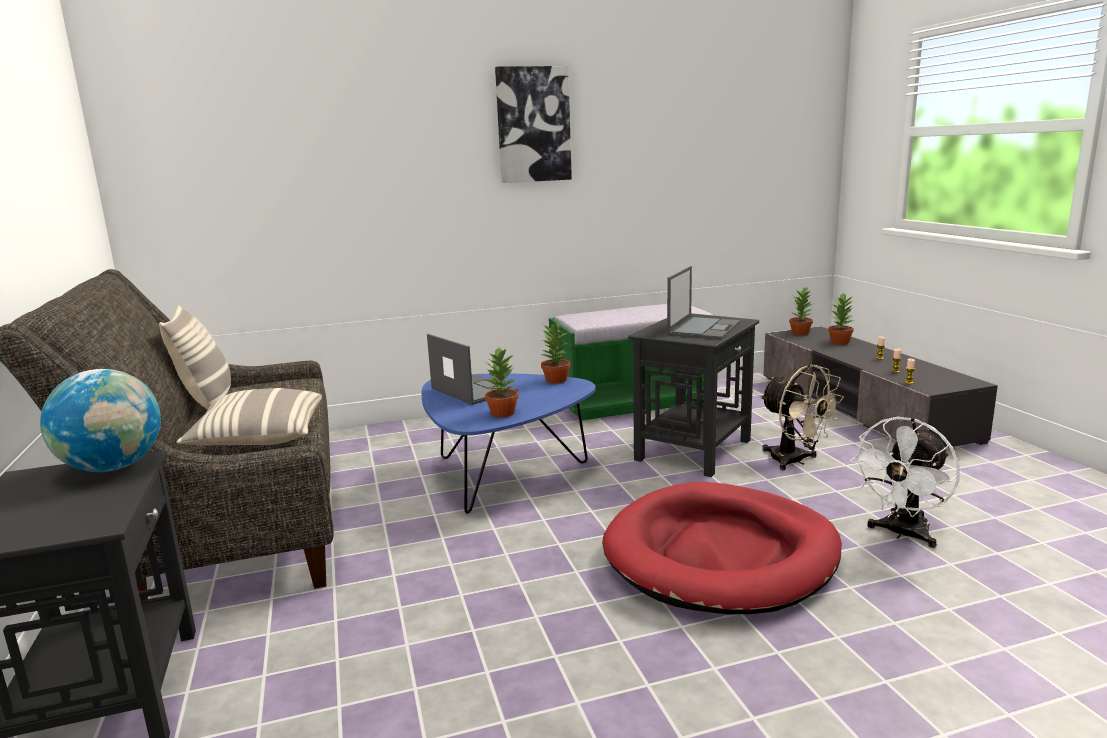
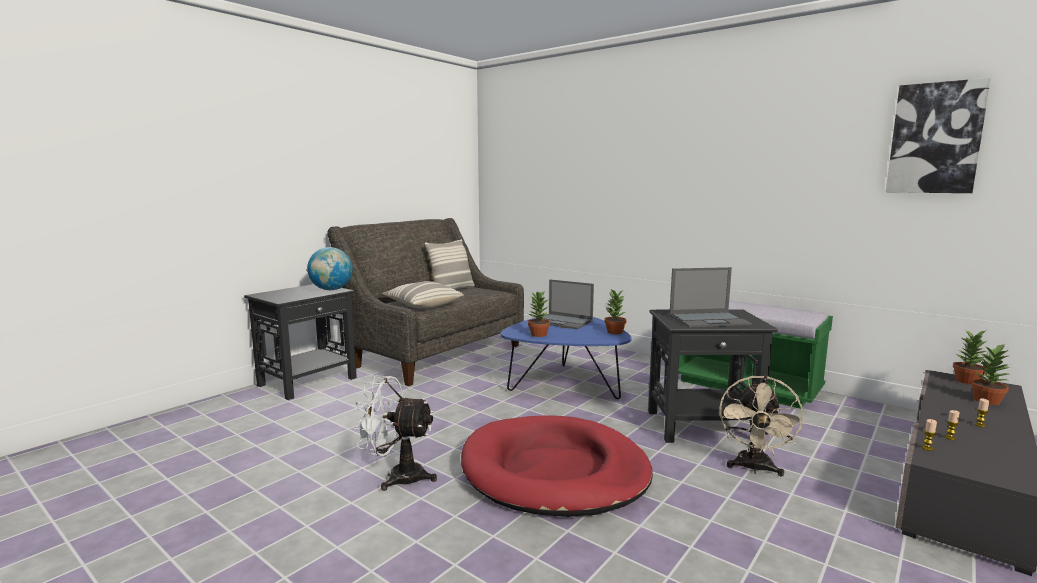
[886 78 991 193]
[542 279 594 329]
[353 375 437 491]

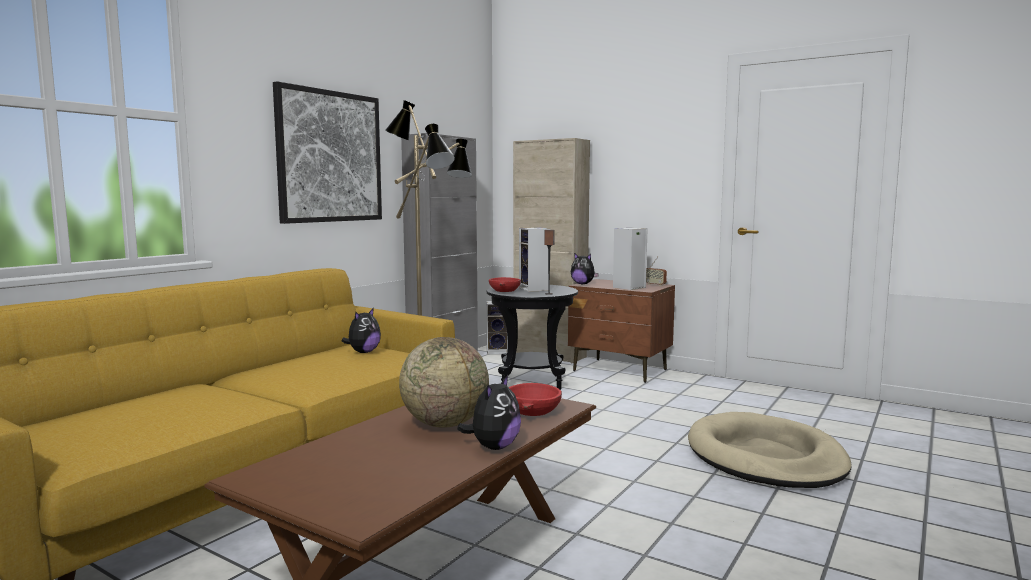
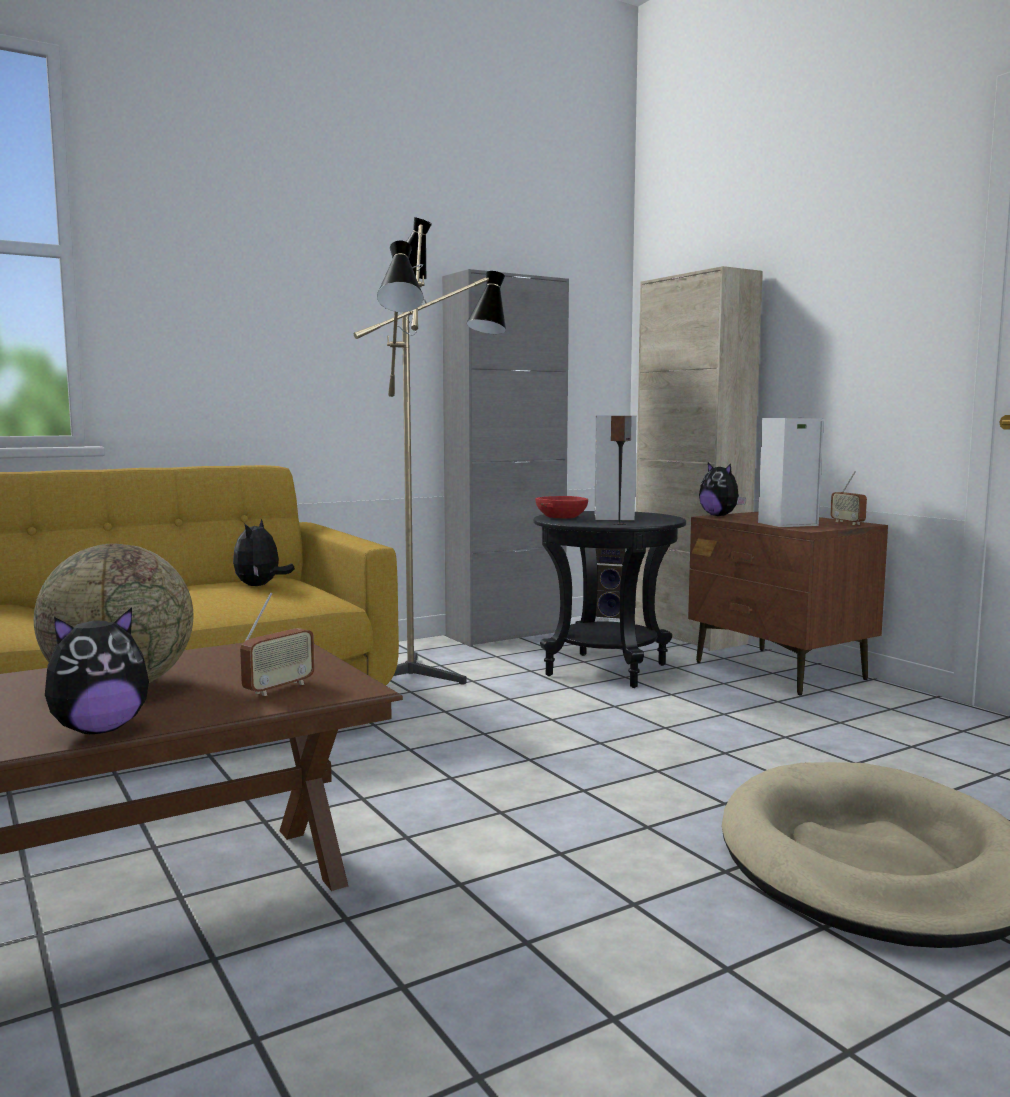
[273 81 382 224] (first image)
[233 519 295 586]
[240 592 315 696]

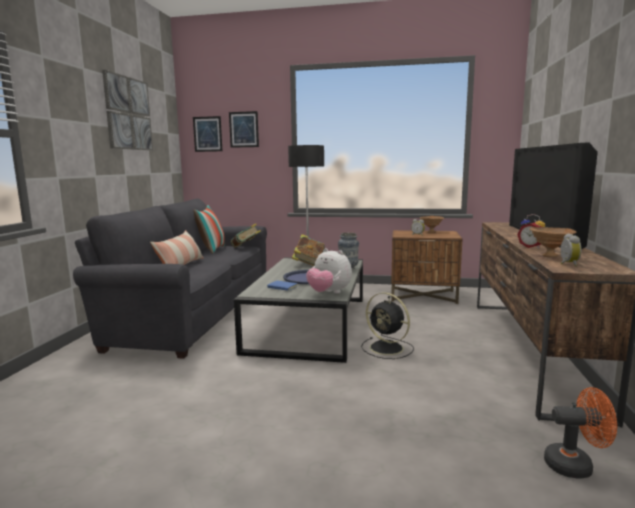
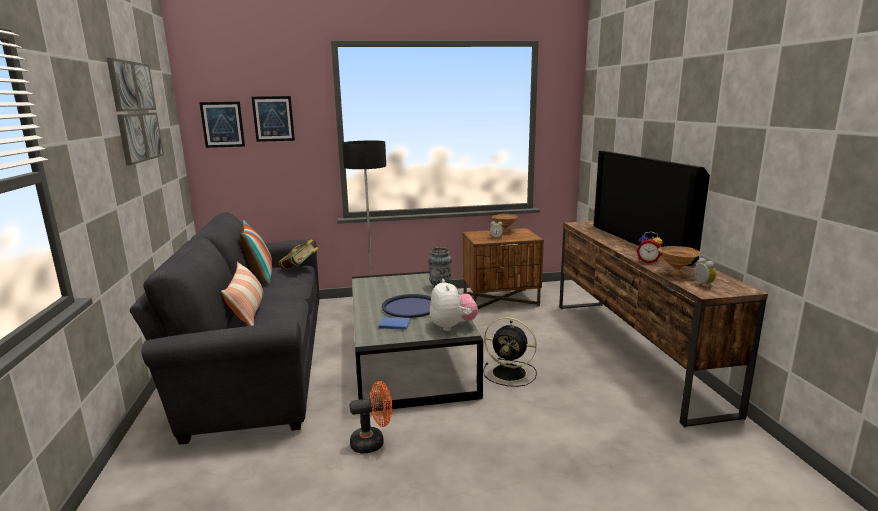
[292 234 325 266] (first image)
[430 279 478 331]
[350 381 392 454]

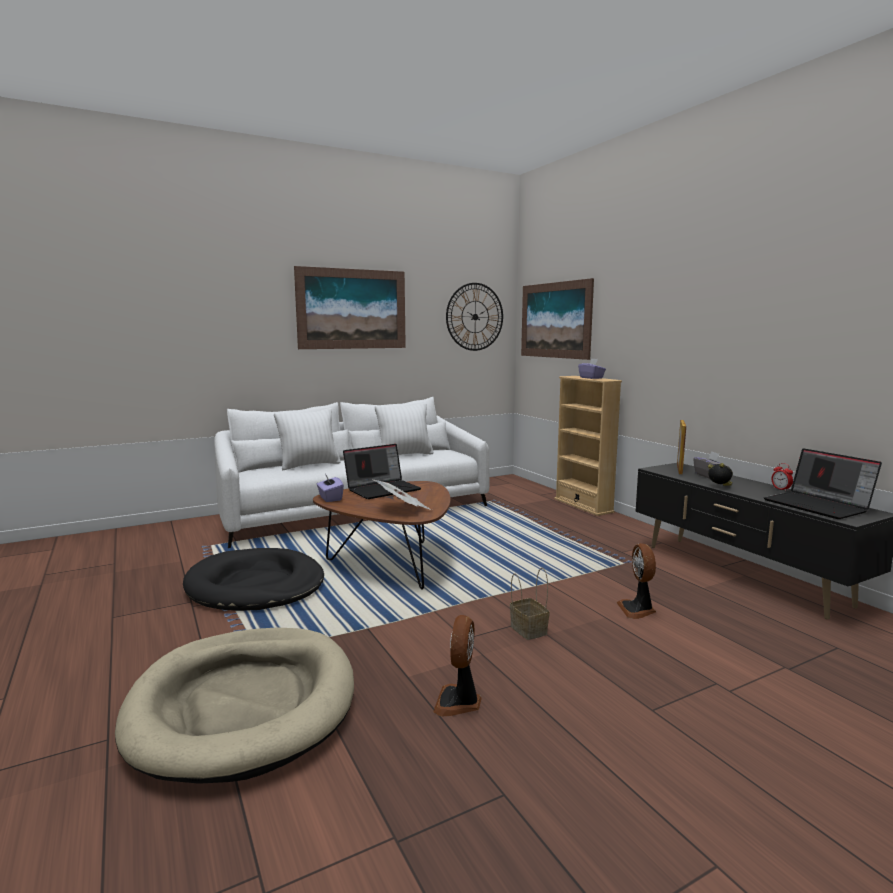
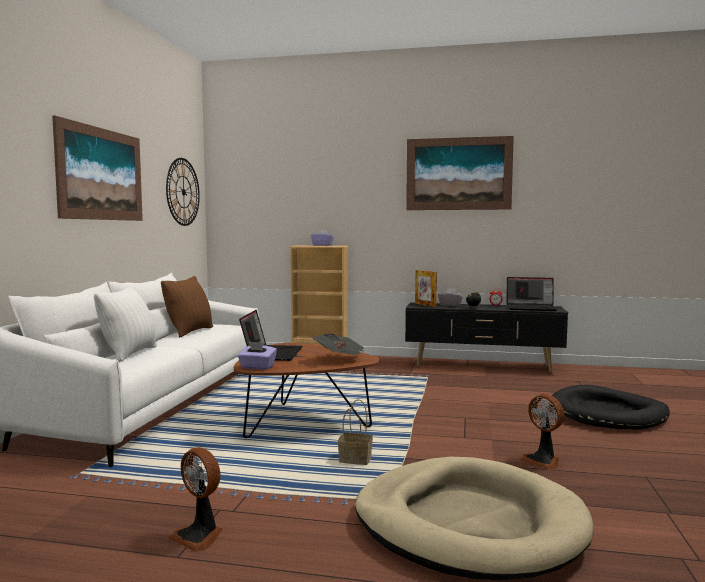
[406 136 514 210]
[161 276 213 337]
[169 447 223 552]
[549 385 670 430]
[338 399 373 465]

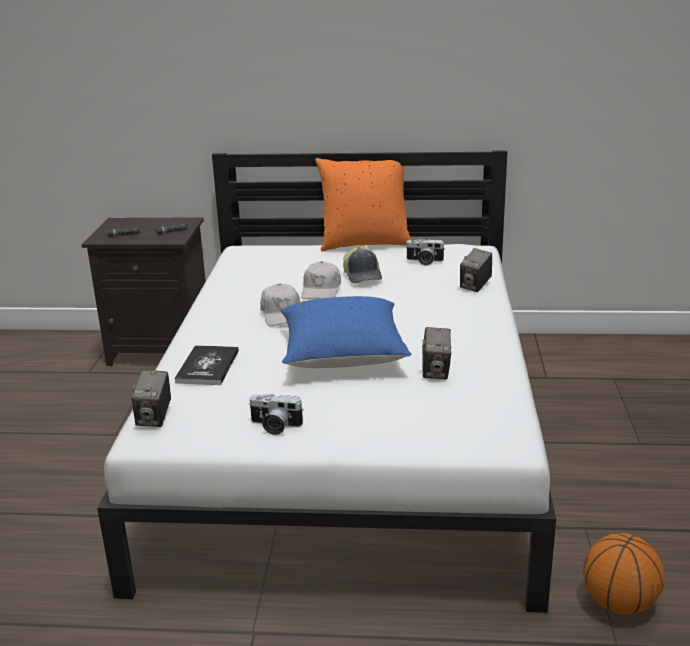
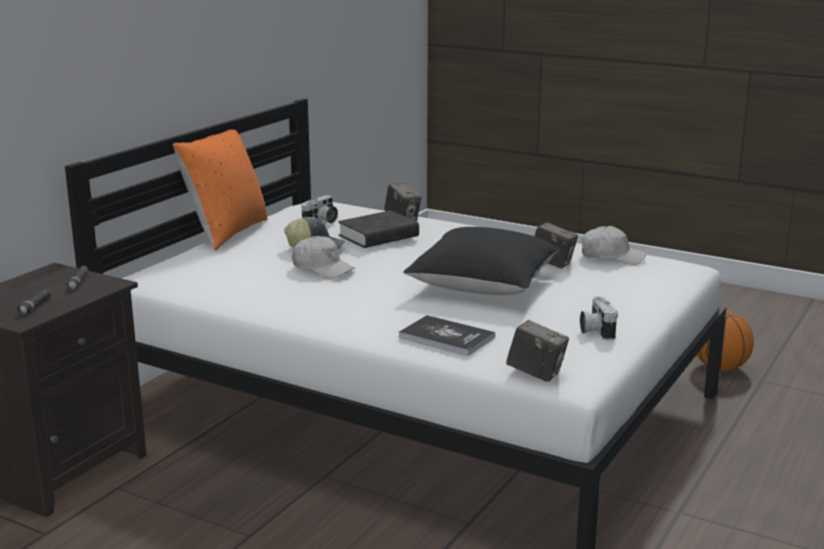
[581 226 646 265]
[403 227 560 295]
[580 296 618 341]
[338 210 419 248]

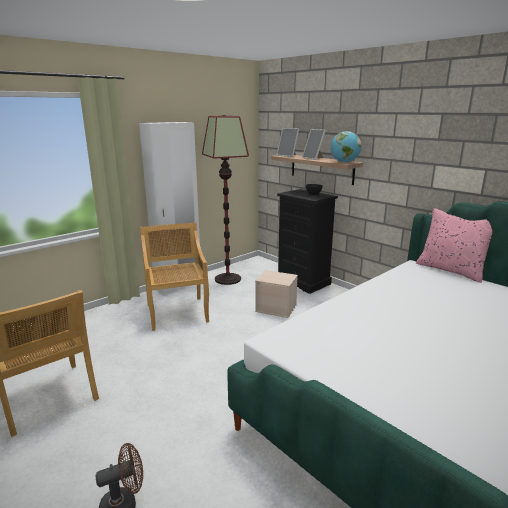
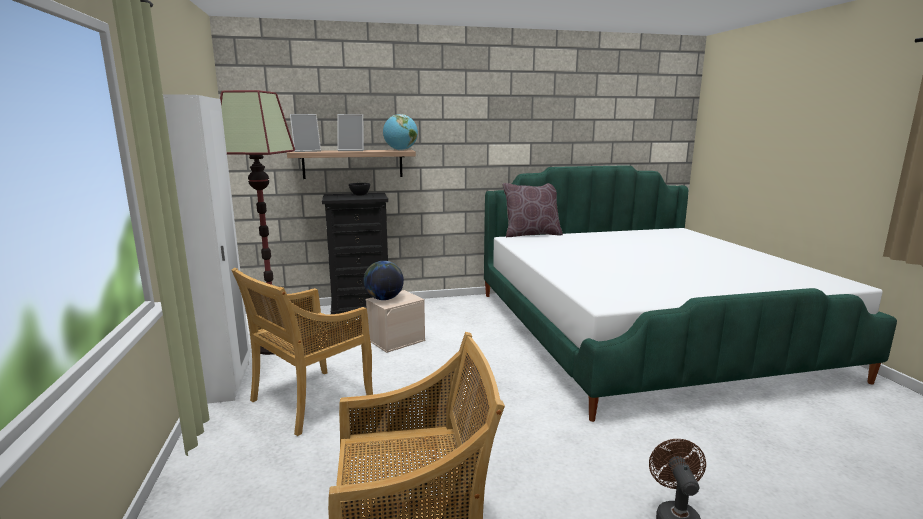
[502 183 563 237]
[231 268 373 436]
[363 261 404 300]

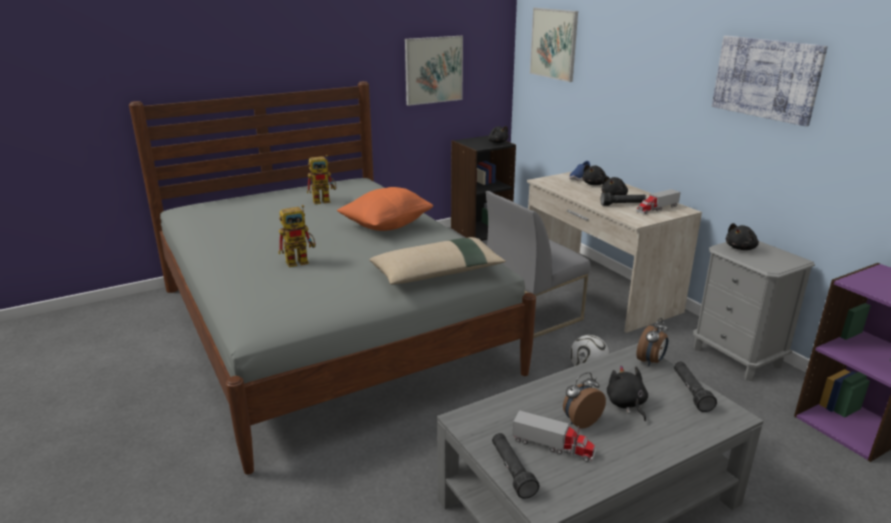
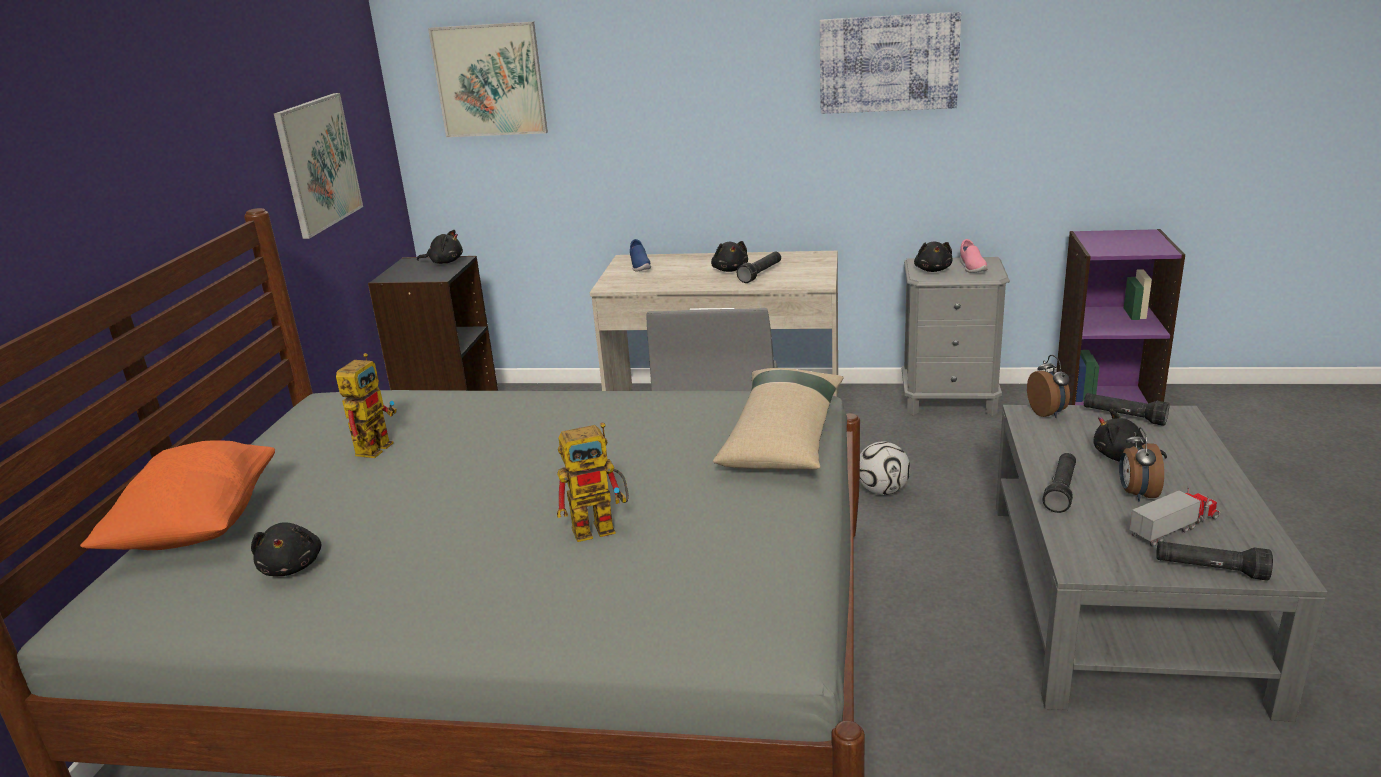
[251 522 321 576]
[80 441 275 550]
[636 189 681 214] (first image)
[557 423 629 542]
[960 239 988 273]
[1043 453 1076 513]

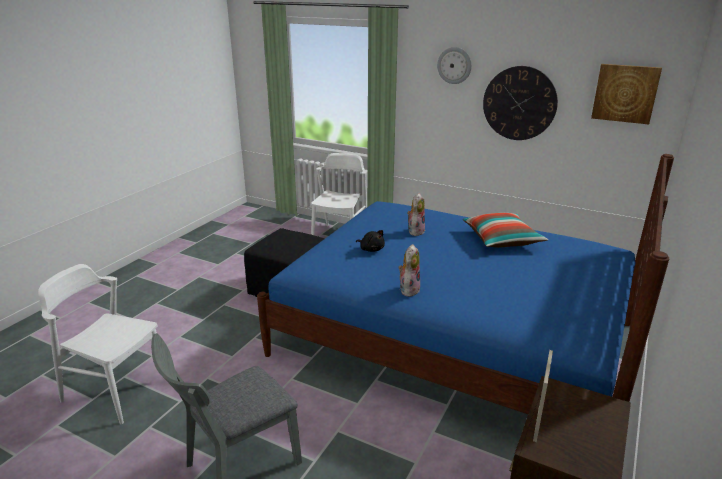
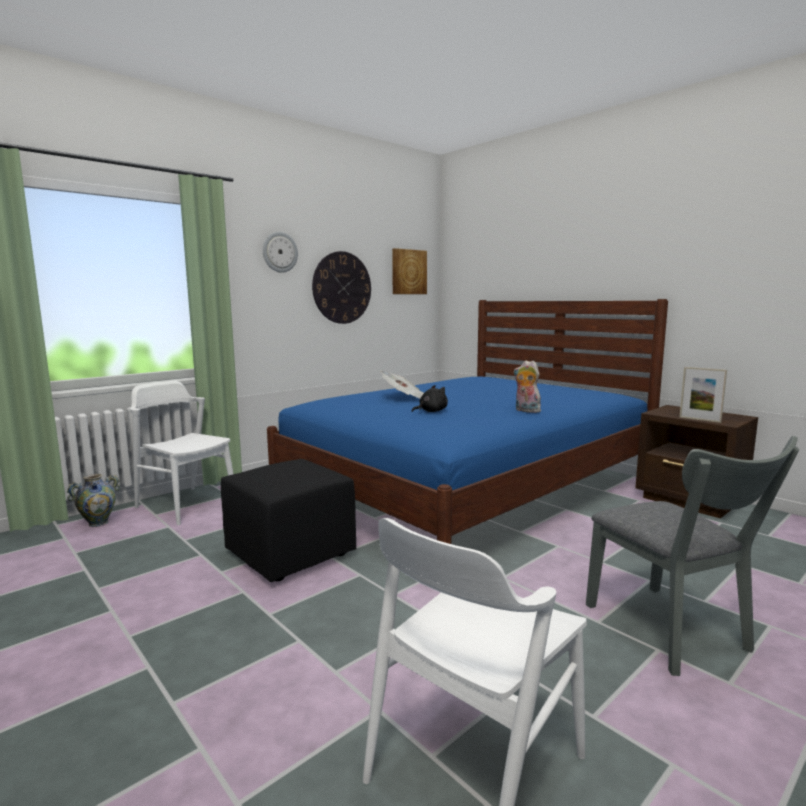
[380 371 424 399]
[463 213 548 248] (first image)
[67 474 120 527]

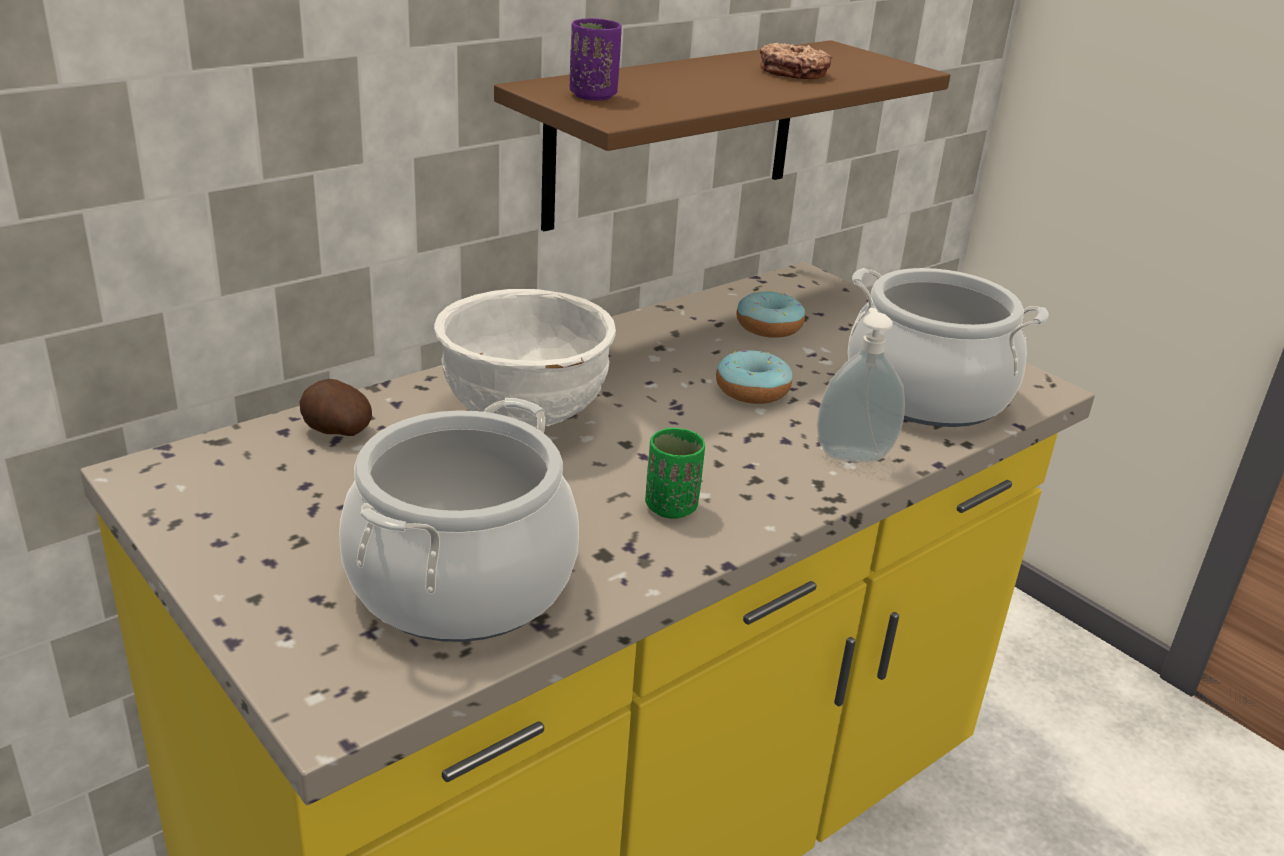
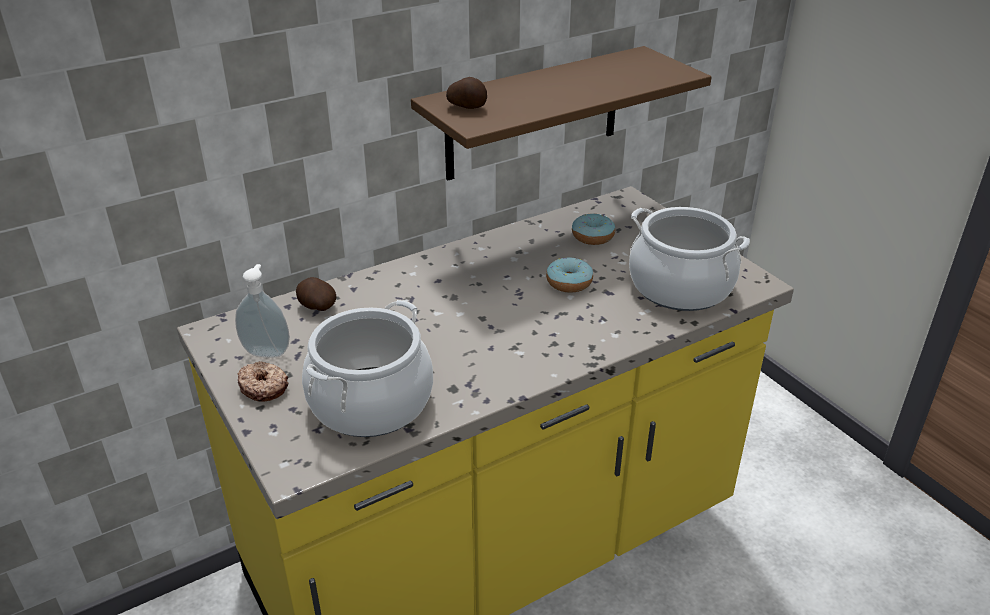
[446 77 487 109]
[238 361 288 402]
[434 289 616 428] (first image)
[235 264 290 358]
[645 428 705 519] (first image)

